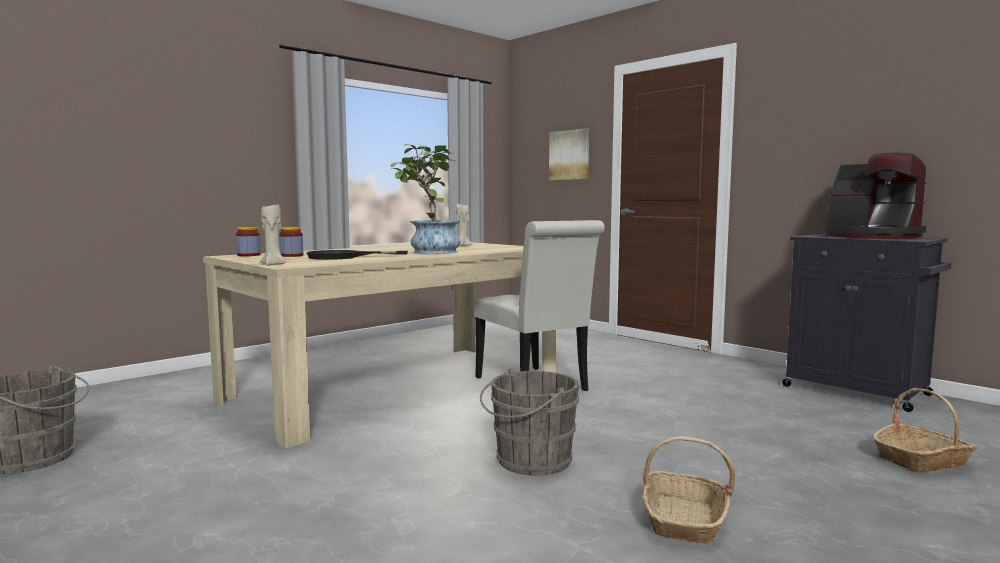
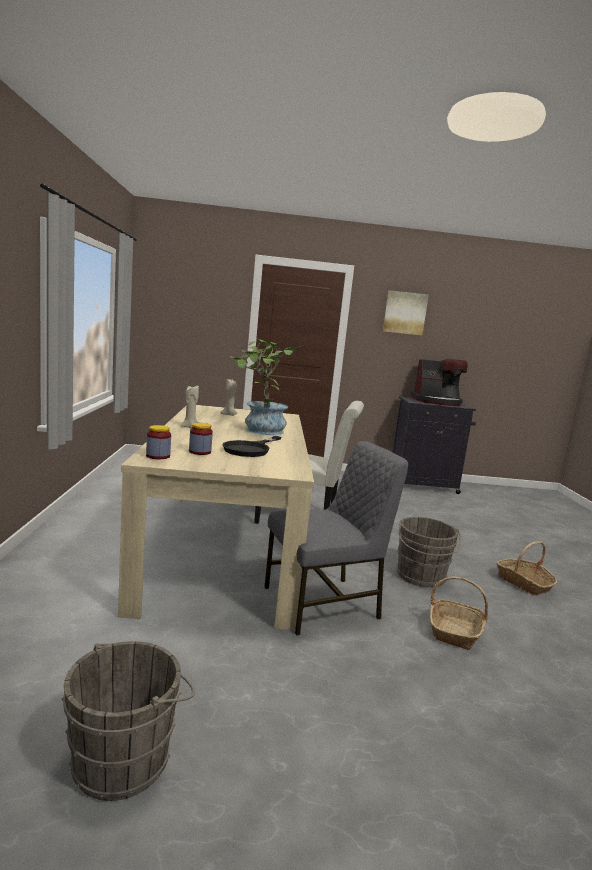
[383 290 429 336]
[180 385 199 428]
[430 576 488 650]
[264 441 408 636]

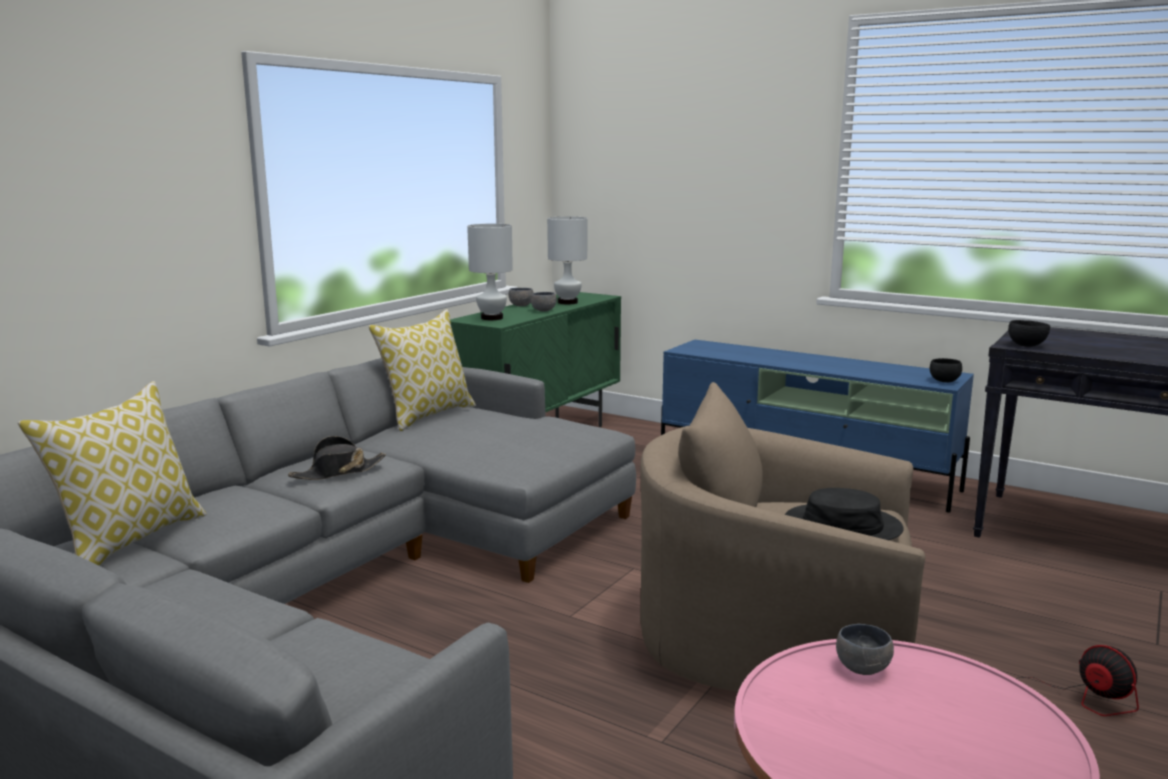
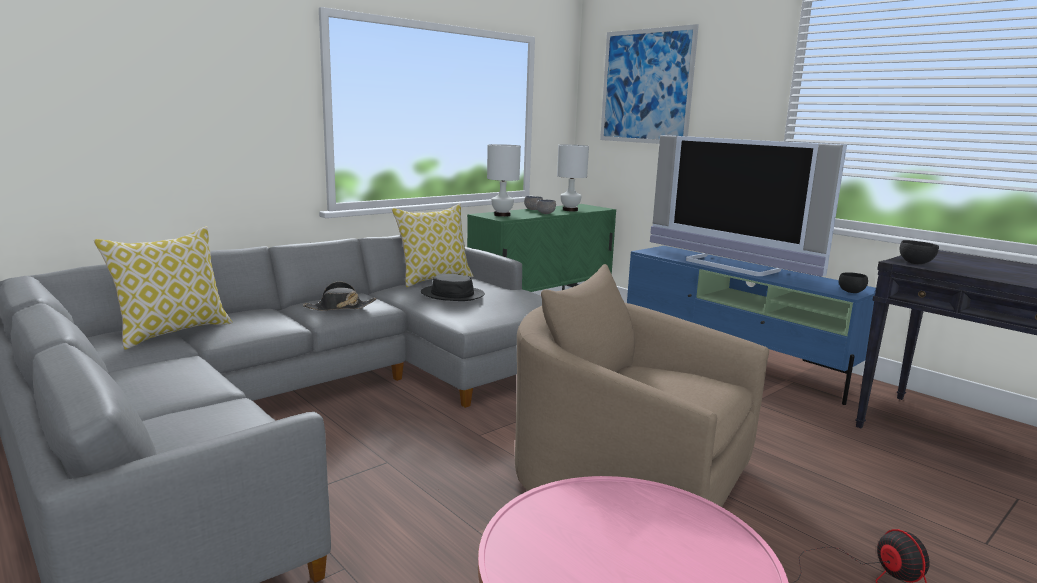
[421 274 485 301]
[836 624 894 675] (first image)
[600 24 699 144]
[650 135 847 277]

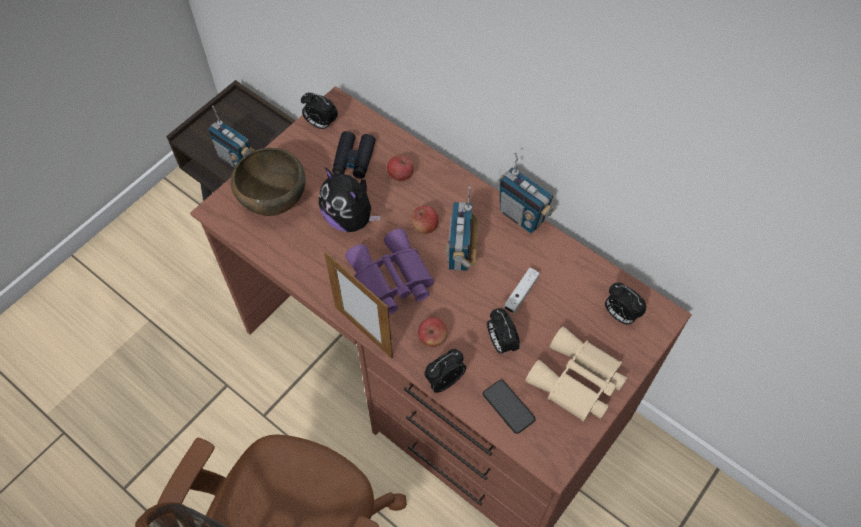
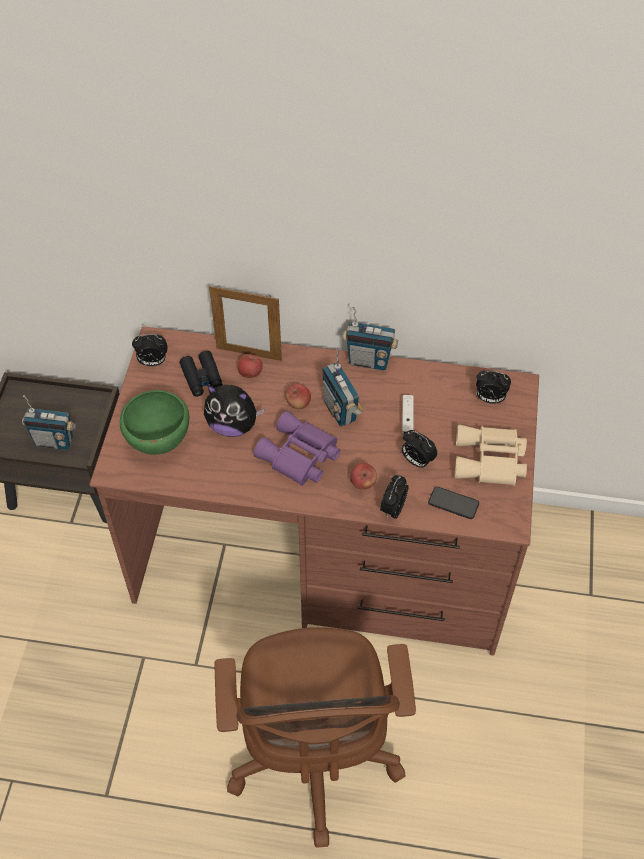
[120 390 189 455]
[209 285 282 361]

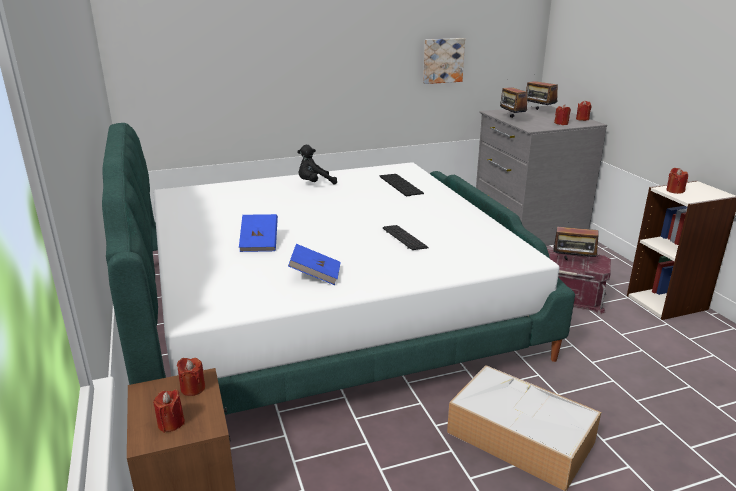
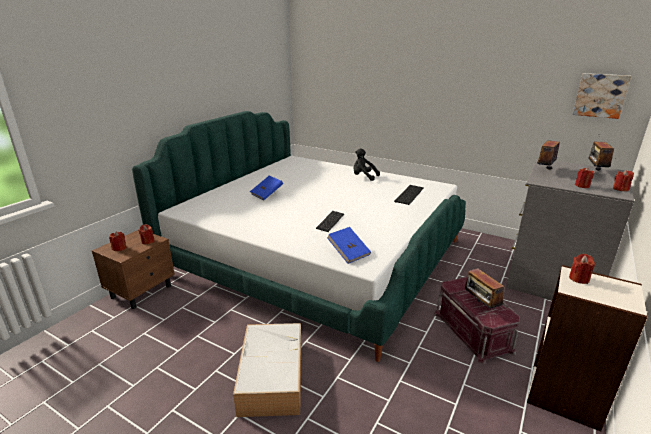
[572 73 631 119]
[327 227 371 264]

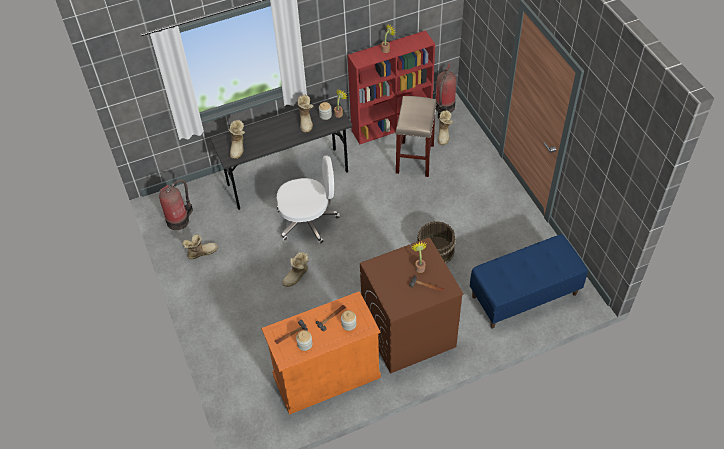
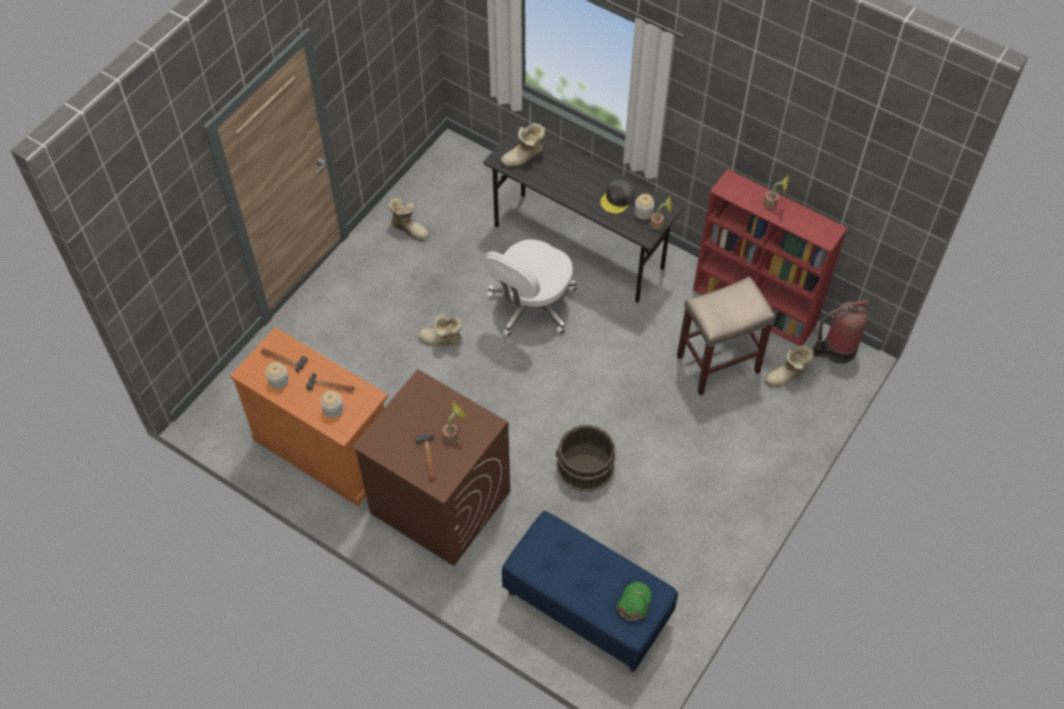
[600 180 635 214]
[483 239 577 337]
[159 179 193 230] (first image)
[617 582 651 622]

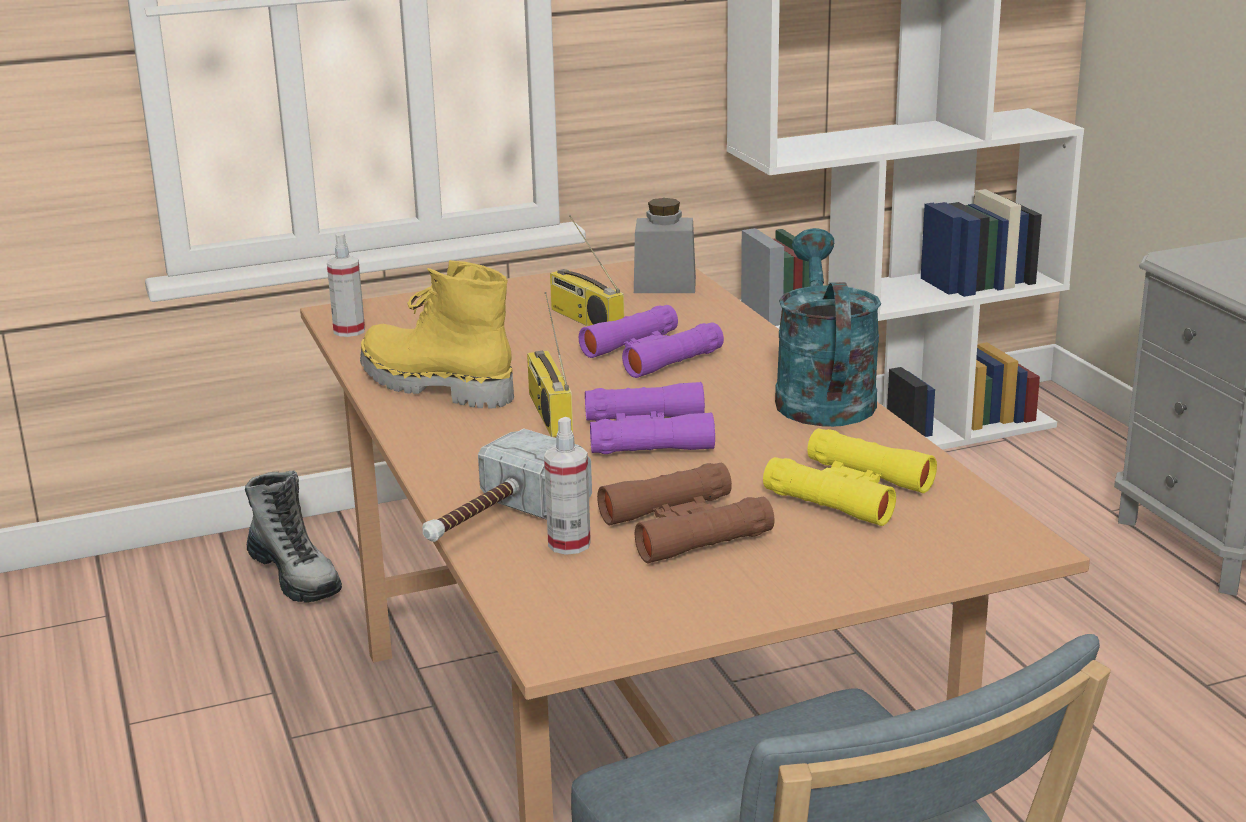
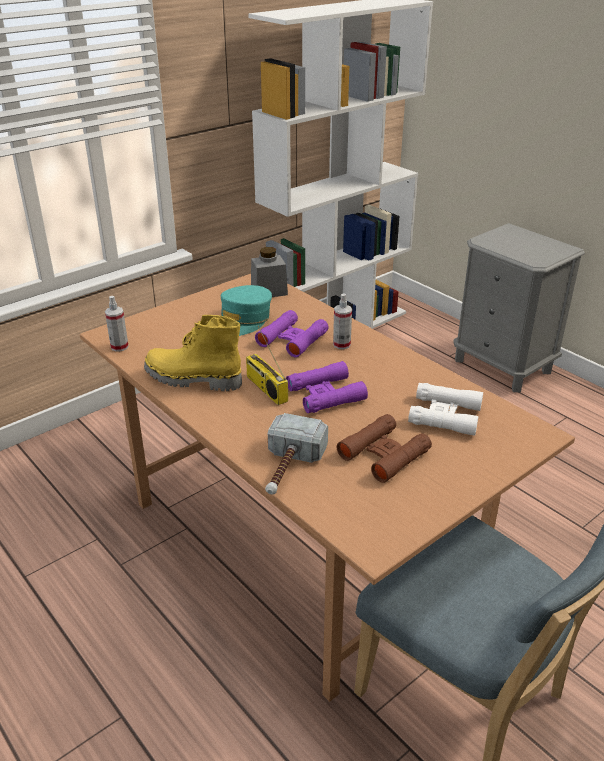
[221 285 272 336]
[775 228 881 427] (first image)
[333 293 352 349]
[408 383 483 436]
[245 471 342 602] (first image)

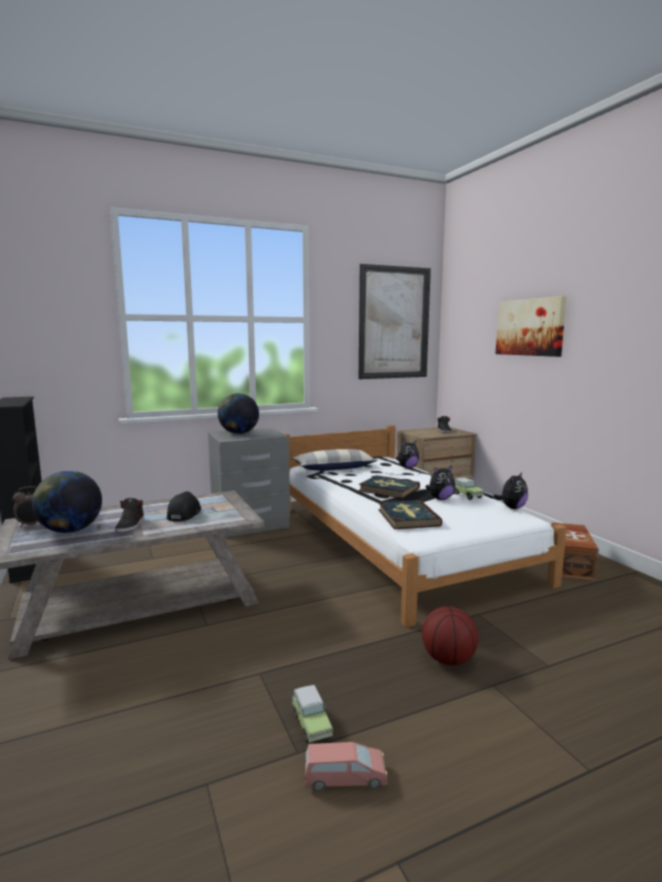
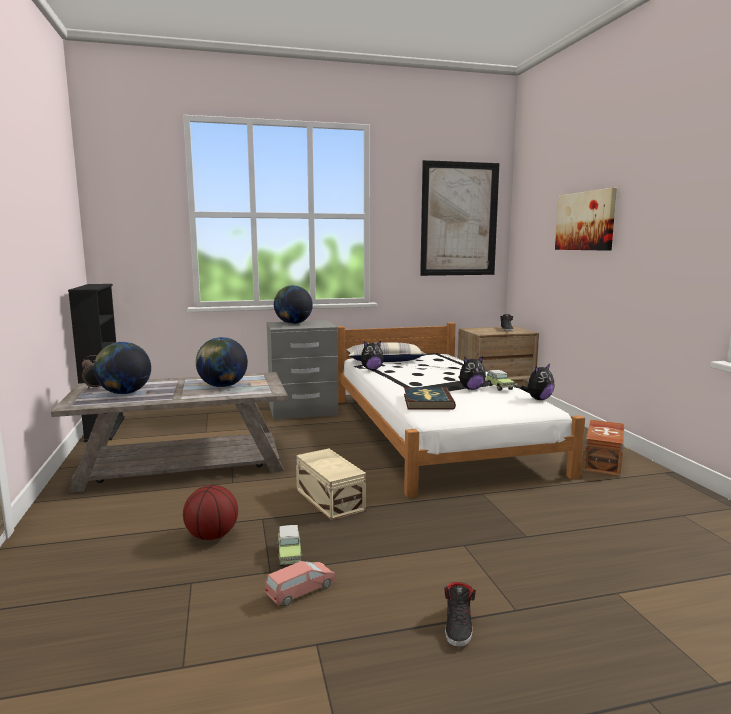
[361 341 384 370]
[359 475 420 499] (first image)
[196 337 248 387]
[444 582 476 647]
[183 485 238 540]
[265 561 336 606]
[296 449 366 520]

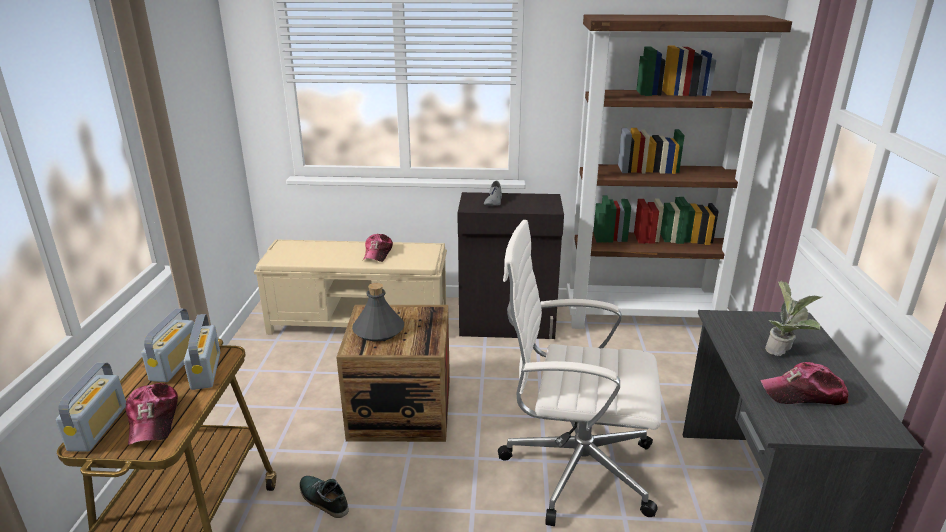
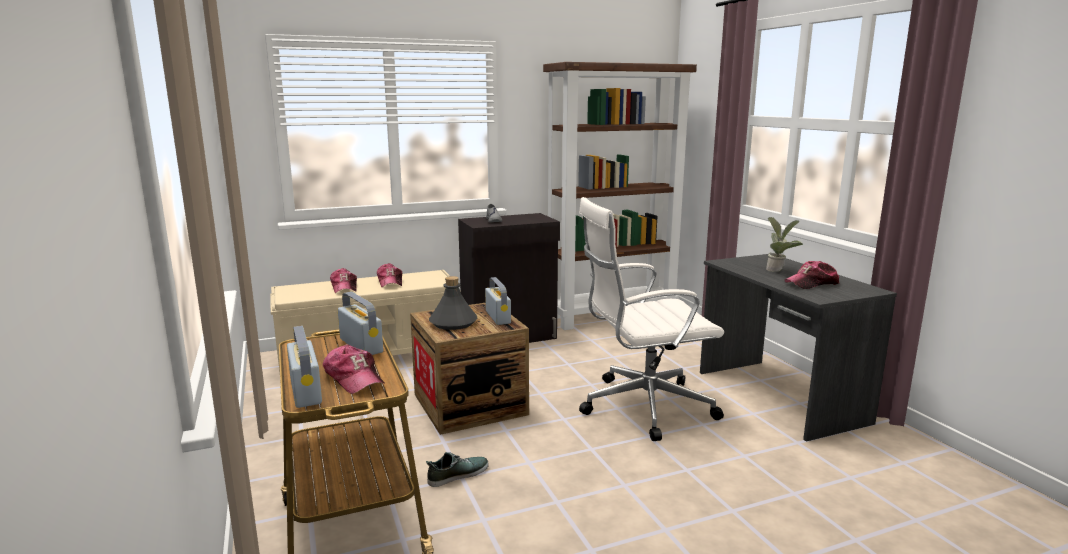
[485 277 511 325]
[426 452 489 487]
[330 268 357 293]

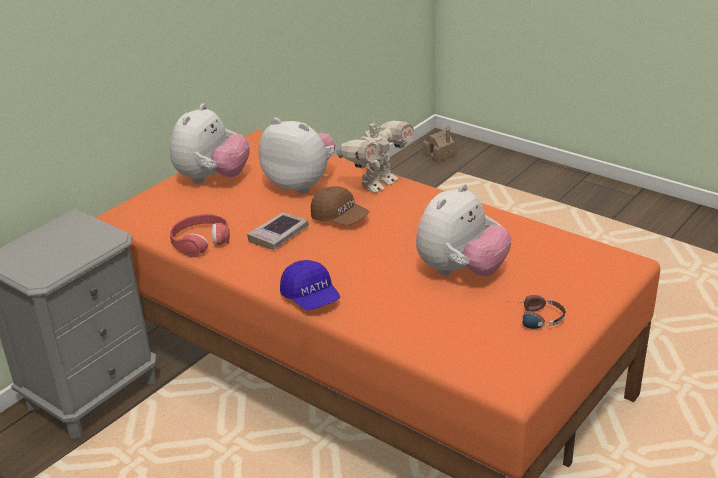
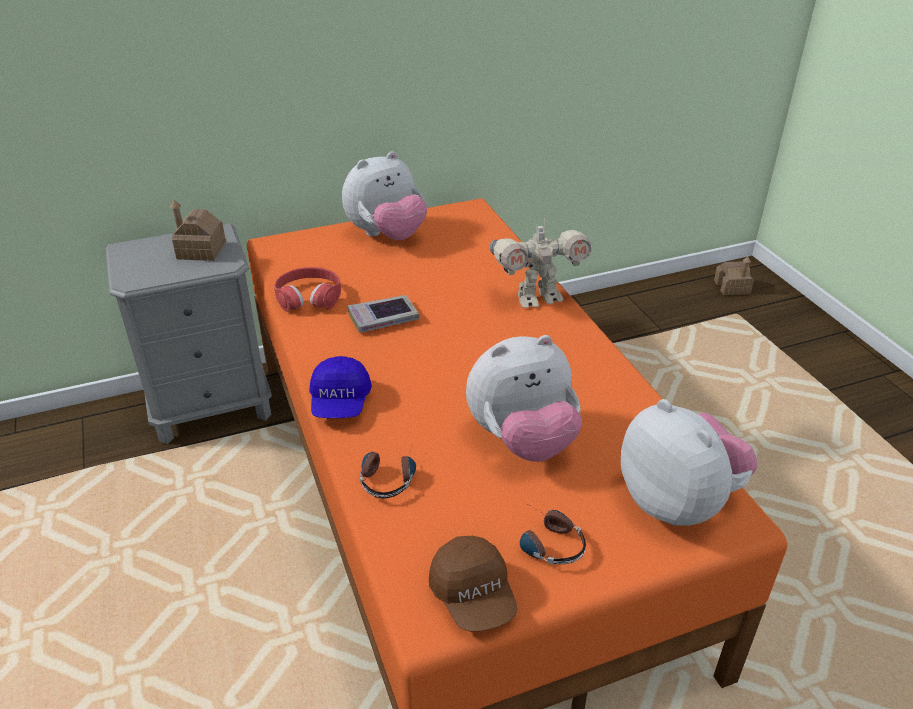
[621 399 757 526]
[429 536 517 632]
[170 200 226 261]
[360 442 416 498]

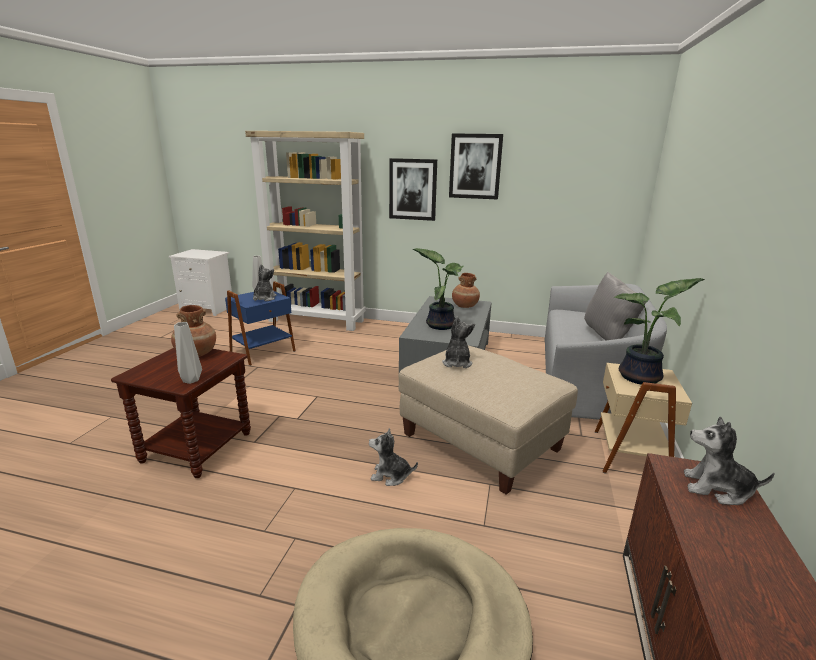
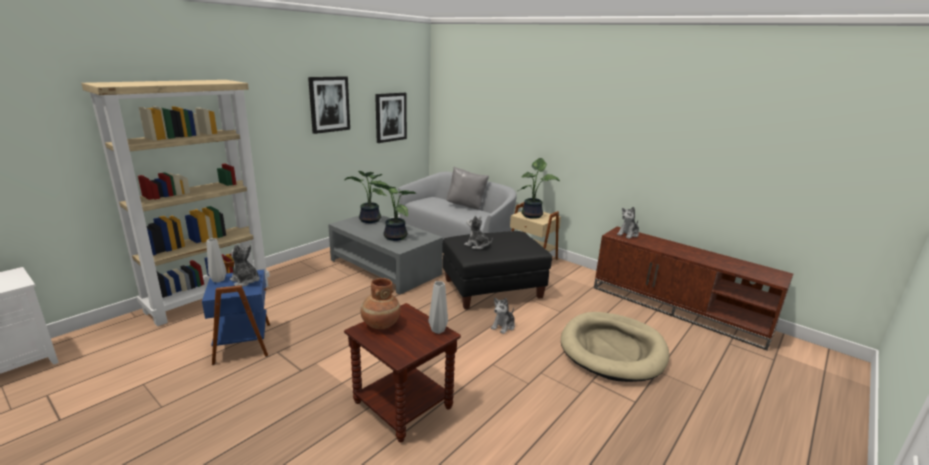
[375 93 407 143]
[345 171 387 223]
[442 231 552 309]

